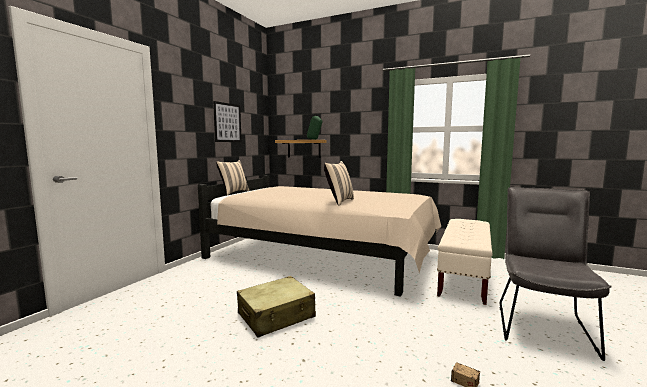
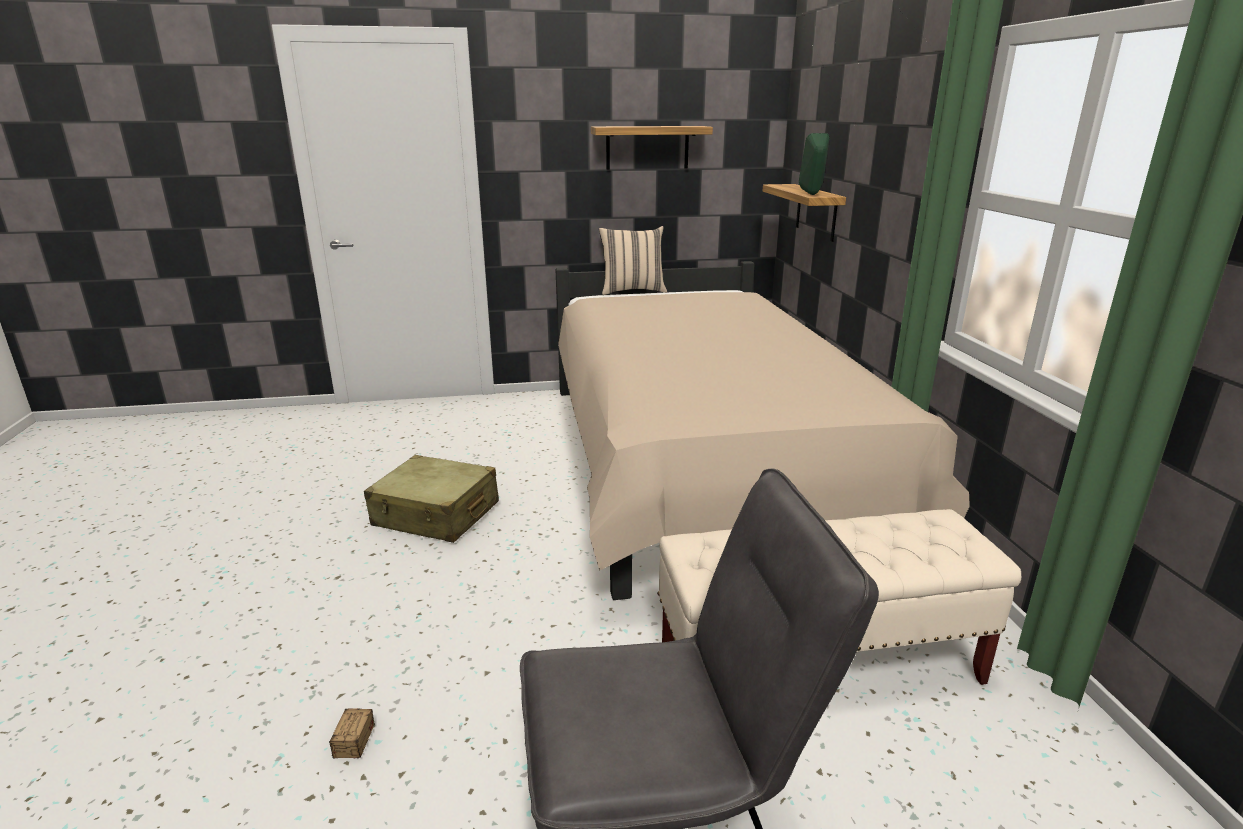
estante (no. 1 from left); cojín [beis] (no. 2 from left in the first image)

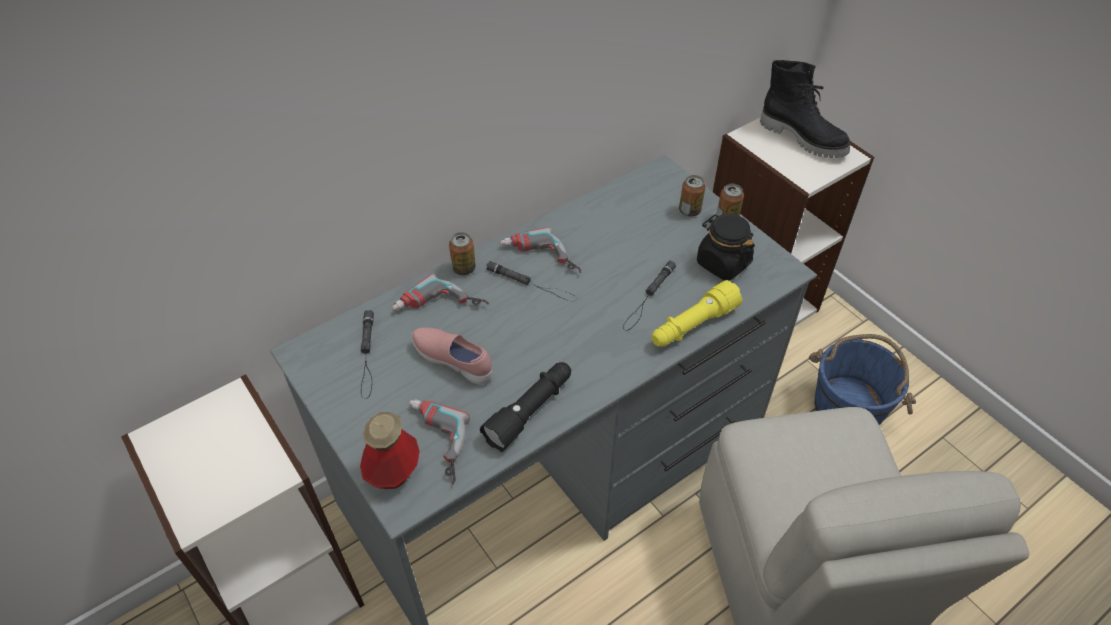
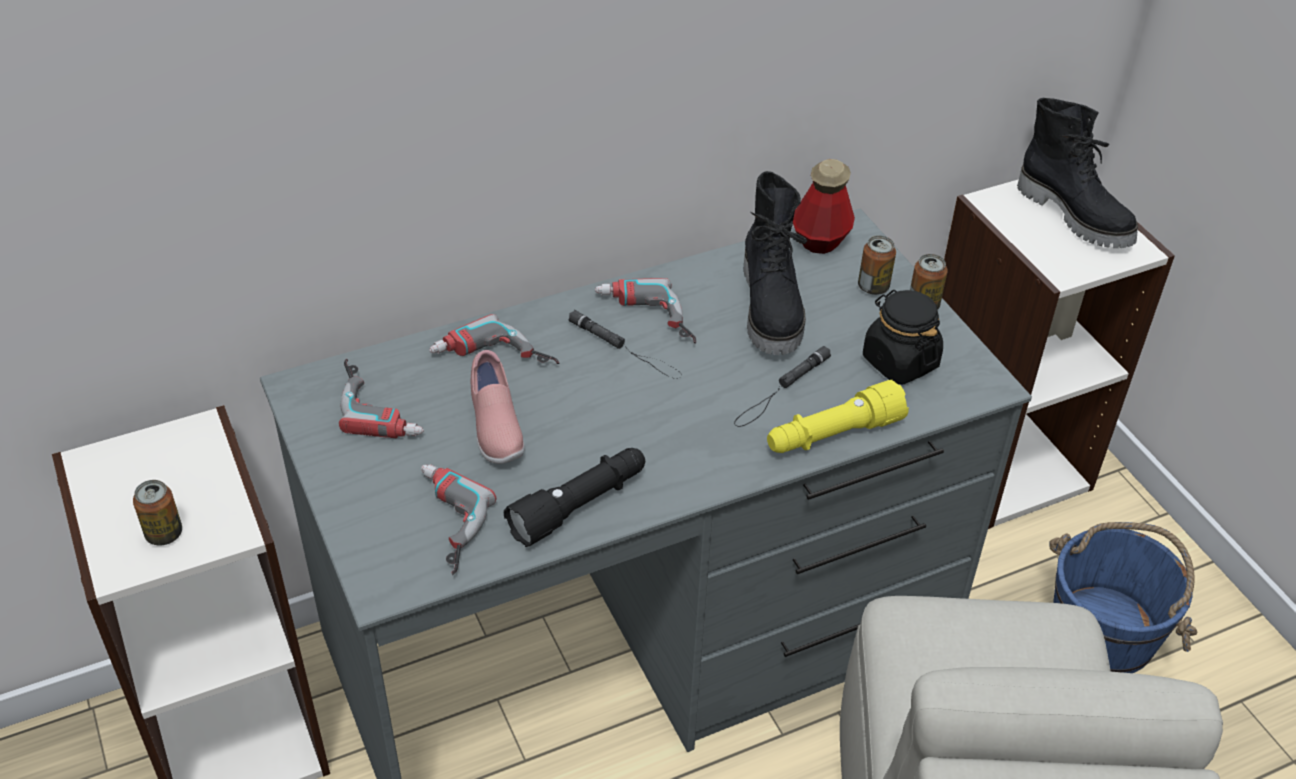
botella; taladro (no. 1 from left); zapato [rosa]; lata (no. 1 from left); bota [negro] (no. 1 from left)

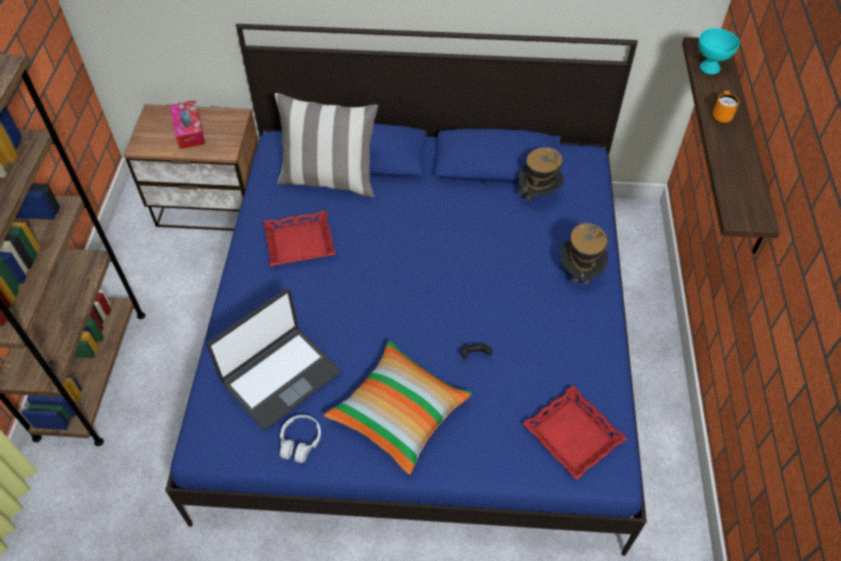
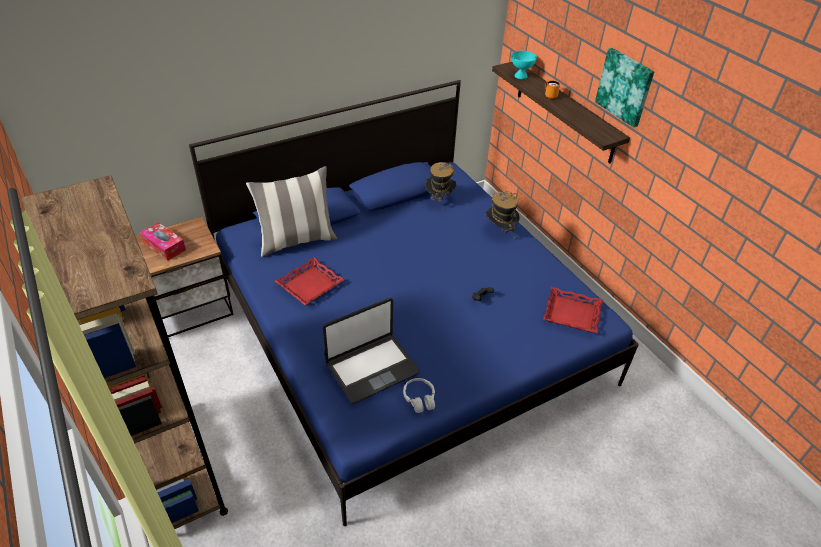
portátil; cojín (no. 2 from left in the first image); cuadro

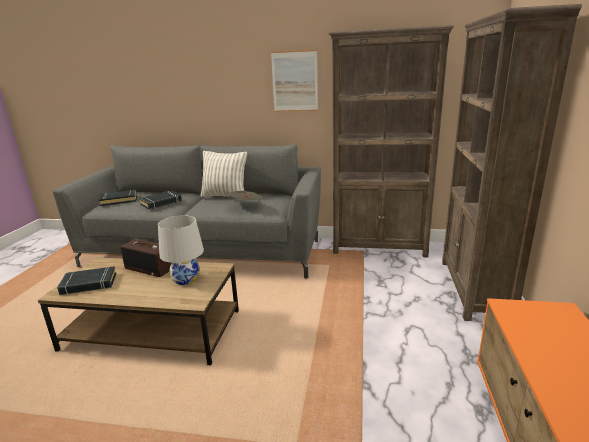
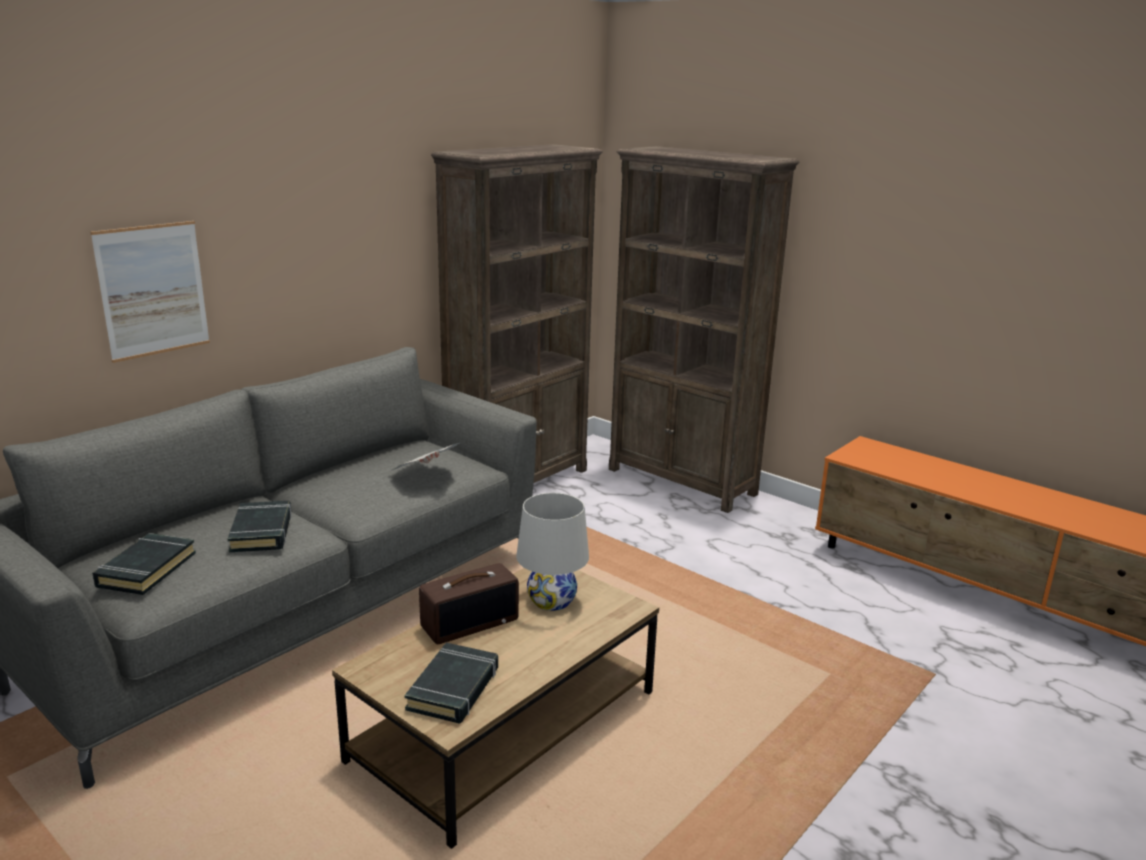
cojín; cuadro

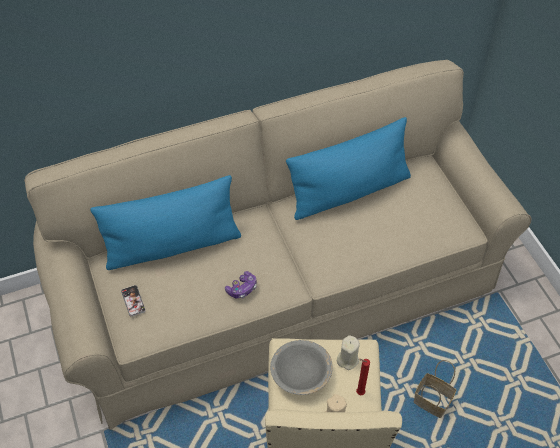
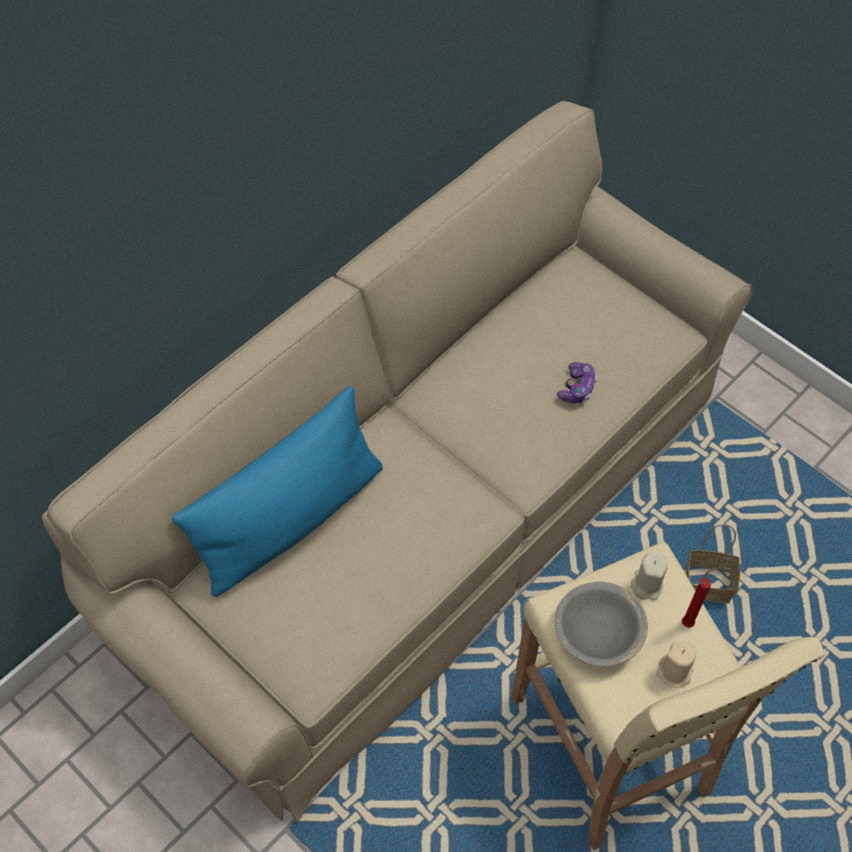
móvil; mando de consola; cojín [azul] (no. 2 from left in the first image)

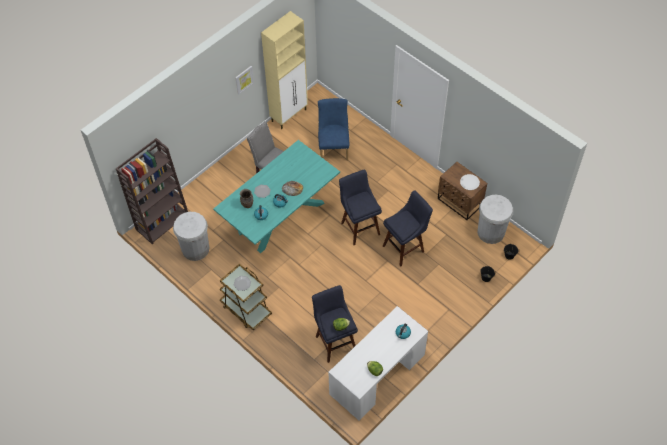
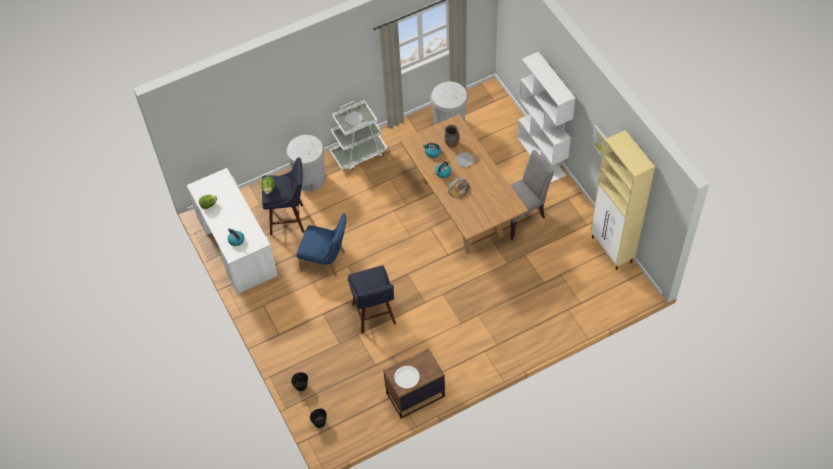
estantería [marrón]; mesa de comedor [marrón]; carrito [blanco]; silla [azul]; taburete [azul] (no. 2 from left in the first image); papelera [blanco] (no. 1 from left); estantería [blanco]

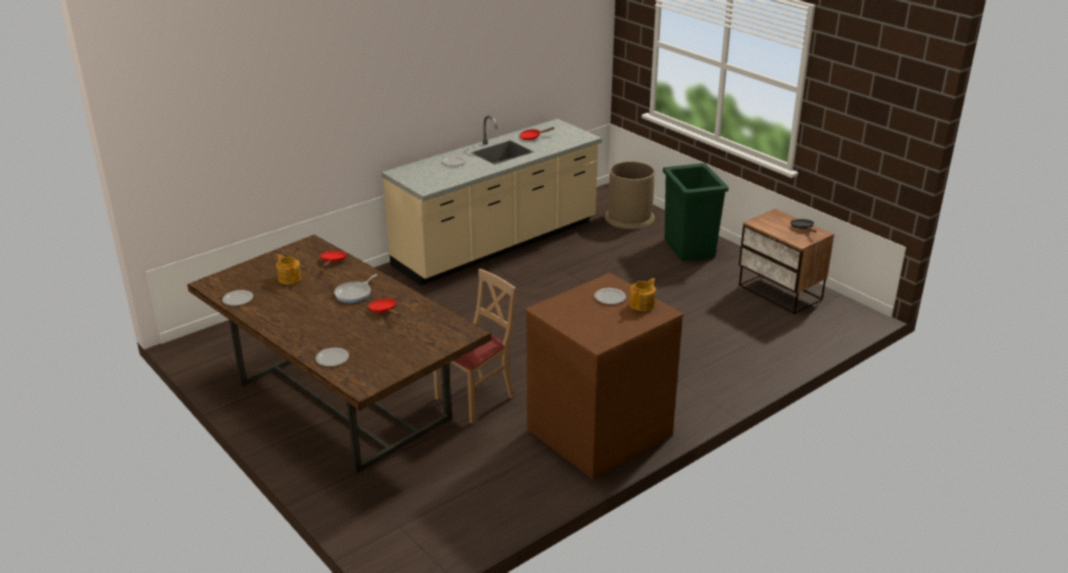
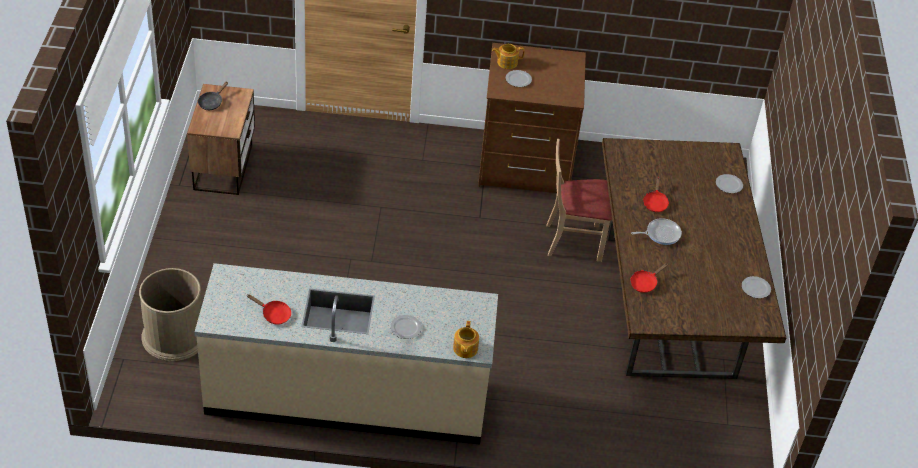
tetera (no. 1 from left); papelera [verde]

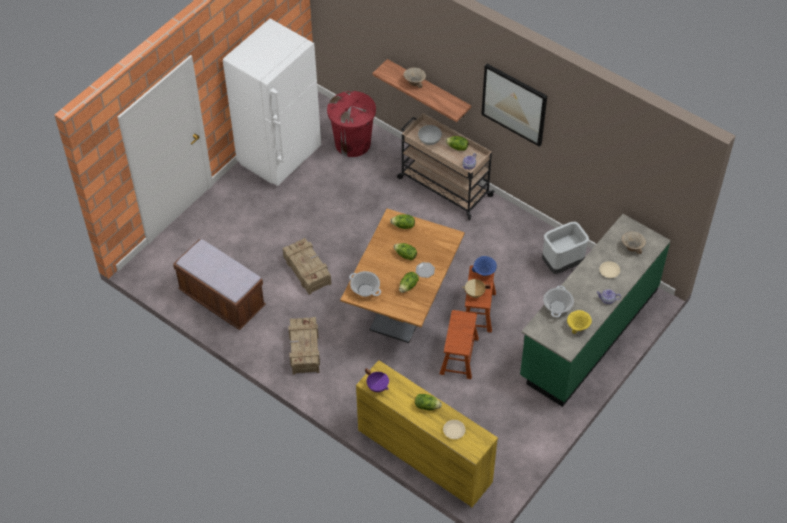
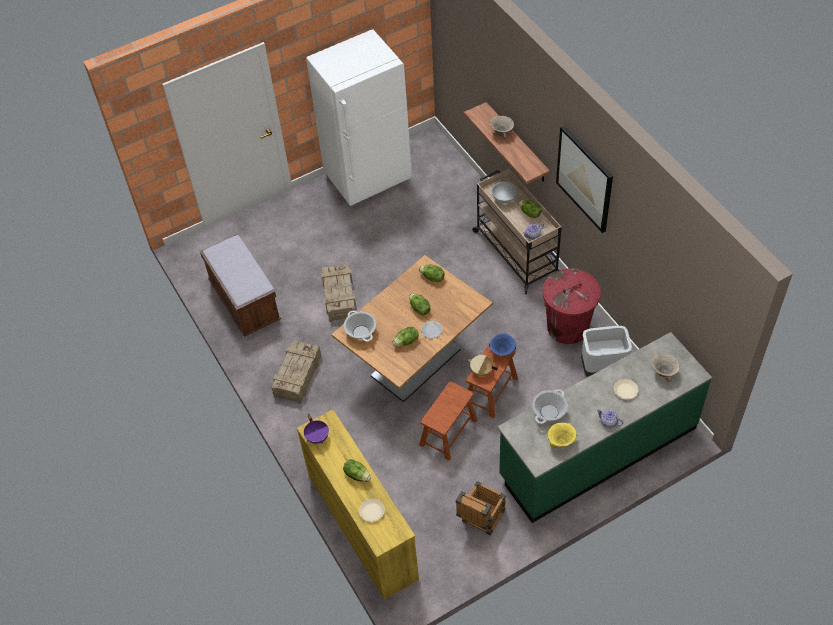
papelera [rojo]; caja de embalaje (no. 3 from left)

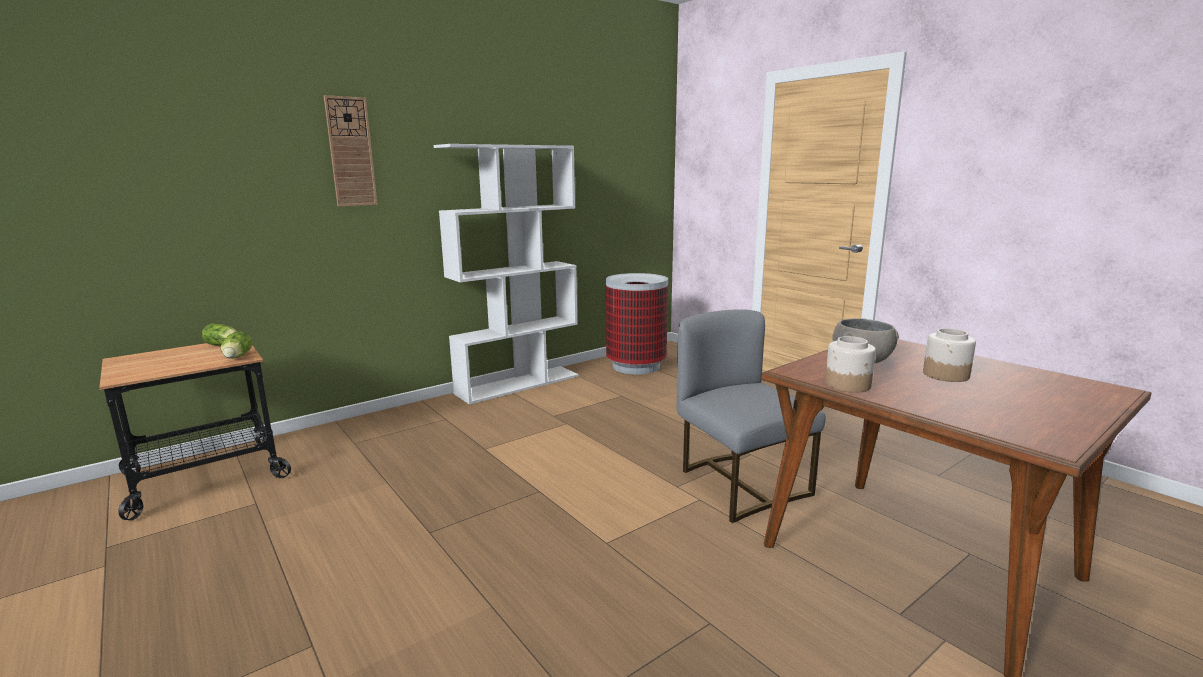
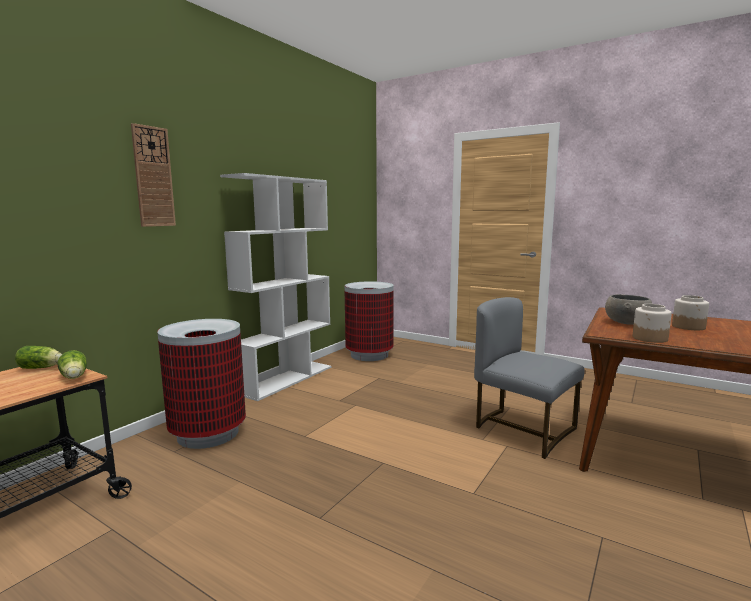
papelera (no. 1 from left)

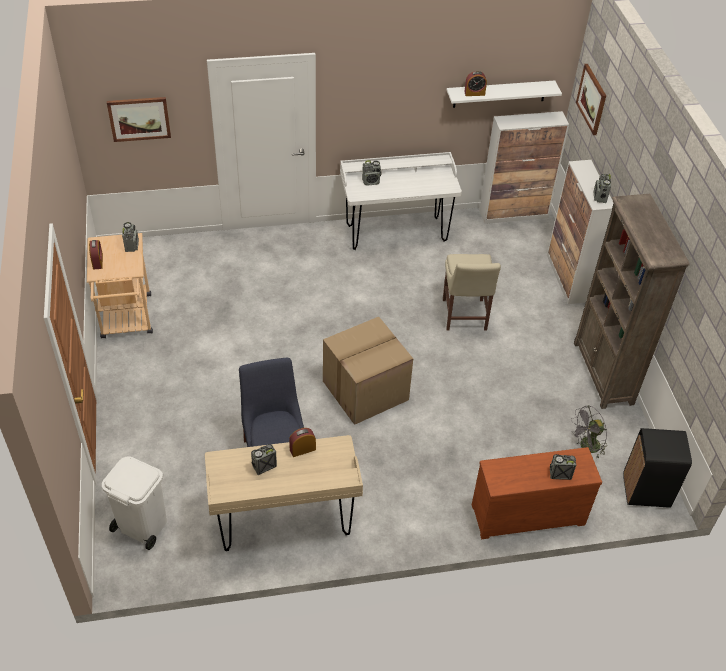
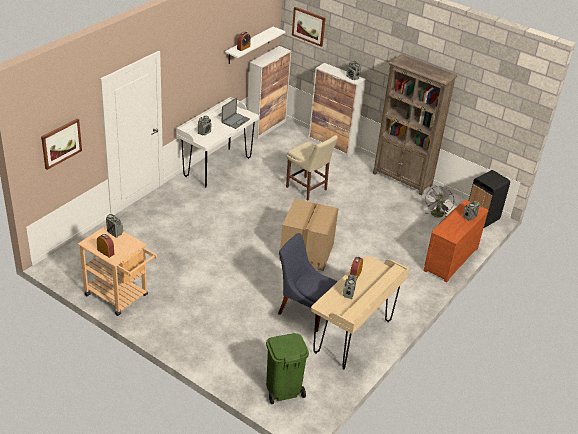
papelera [verde]; portátil

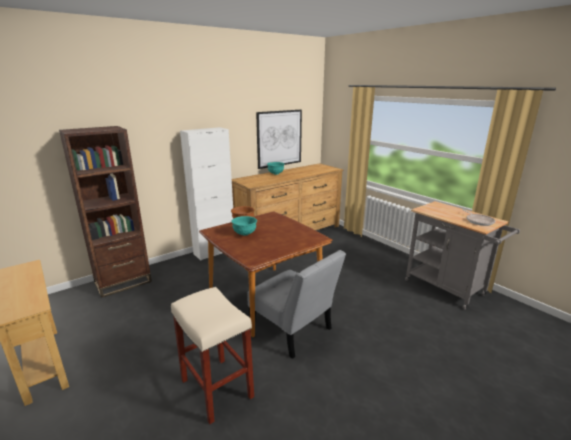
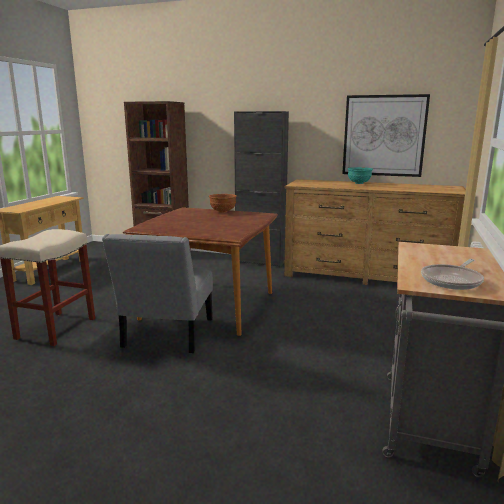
armario [negro]; cuenco [turquesa] (no. 1 from left in the first image)

